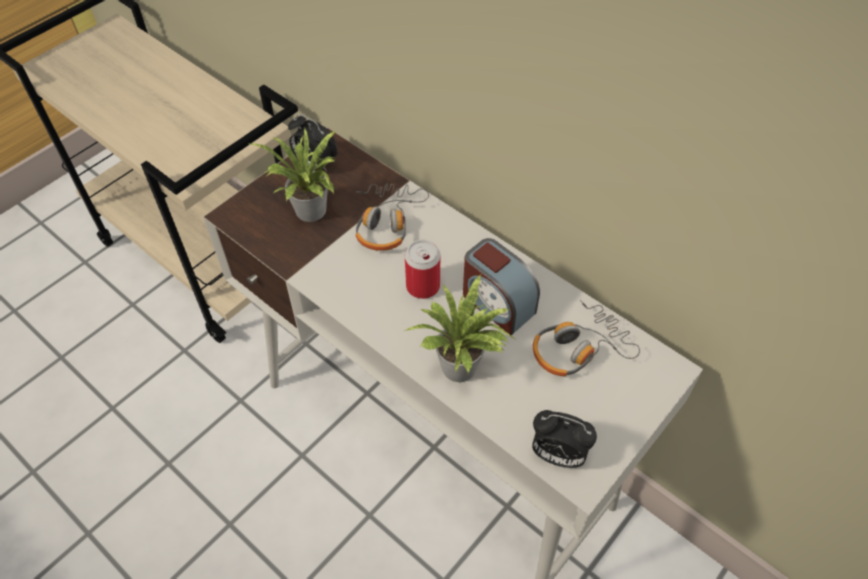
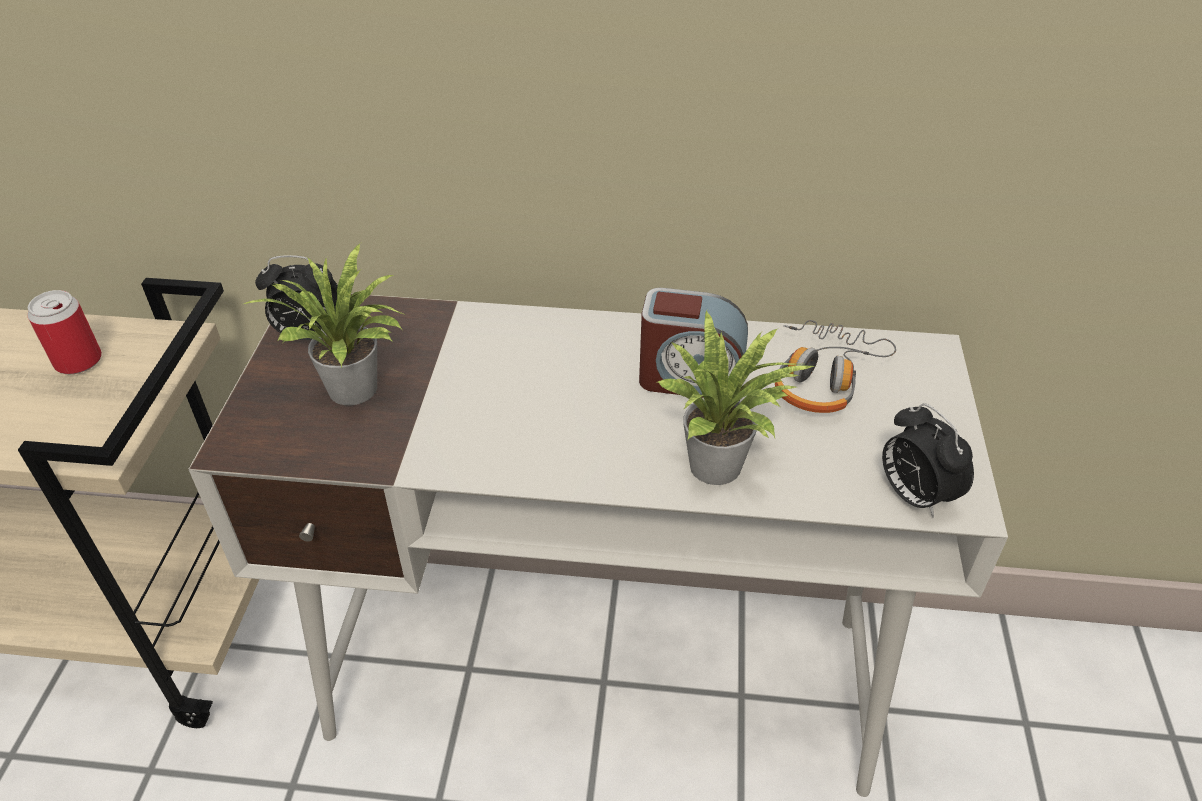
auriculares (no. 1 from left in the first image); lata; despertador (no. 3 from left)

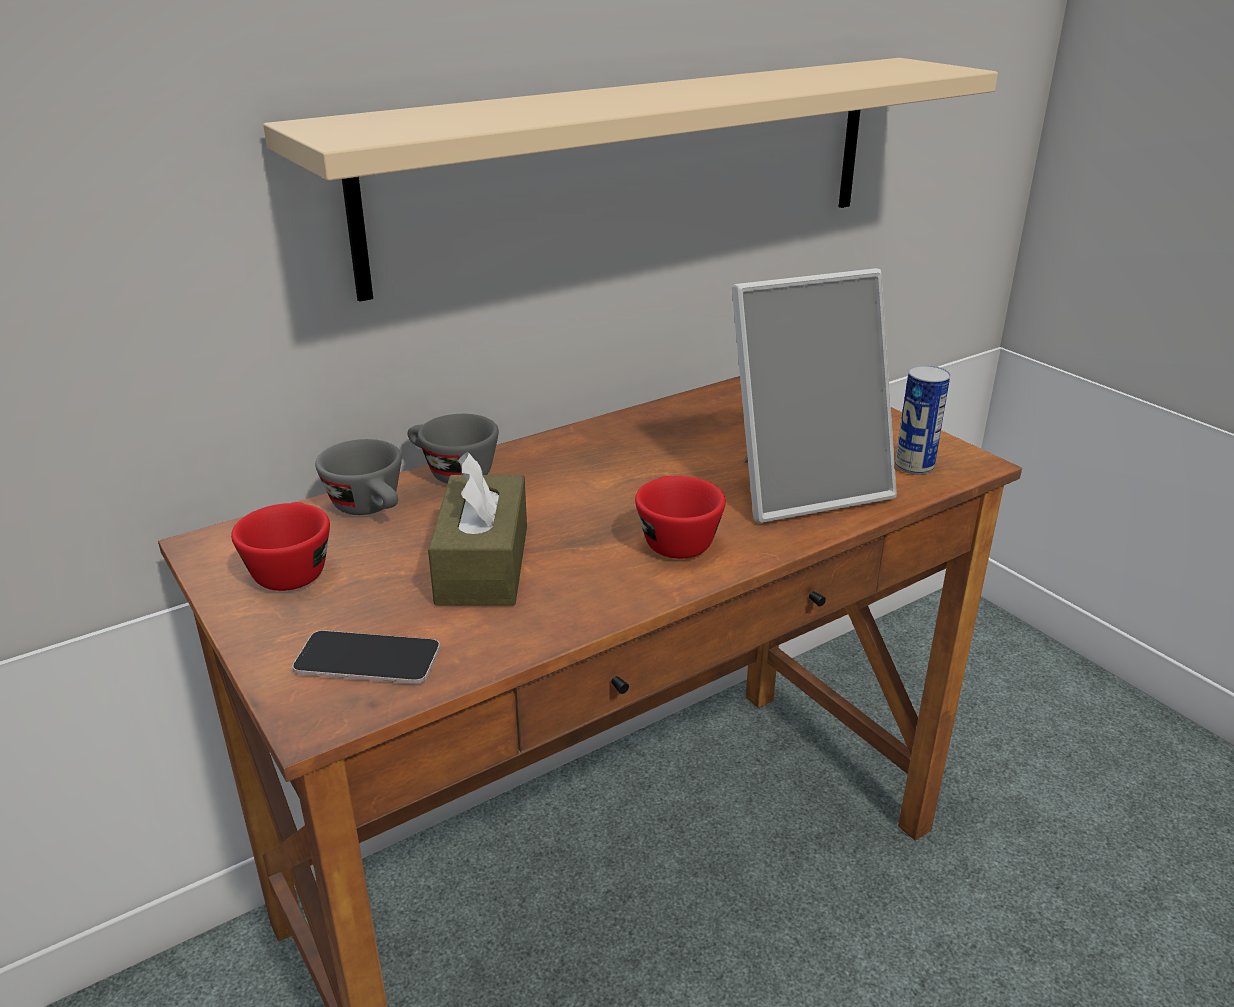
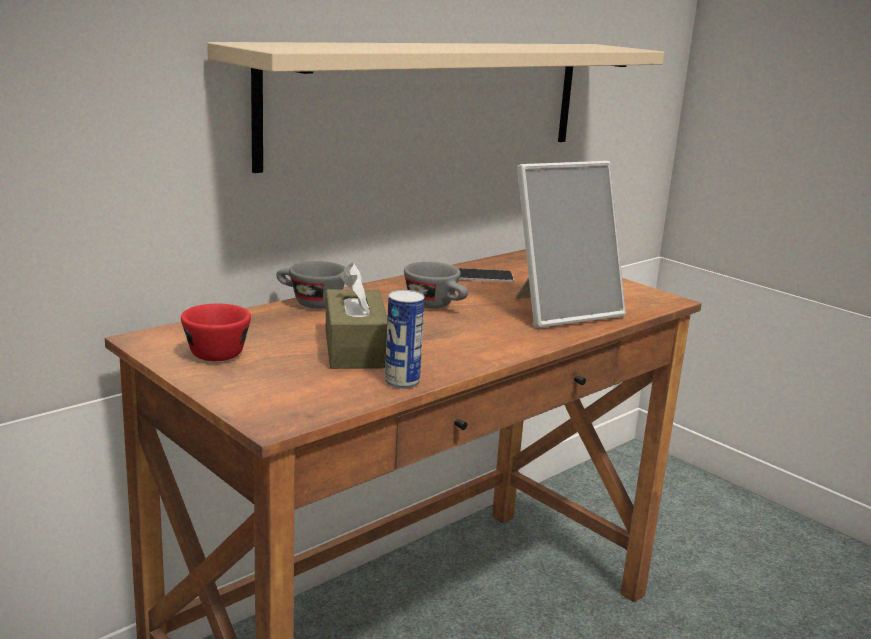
móvil; taza [gris] (no. 2 from left); taza [rojo] (no. 2 from left in the first image); lata

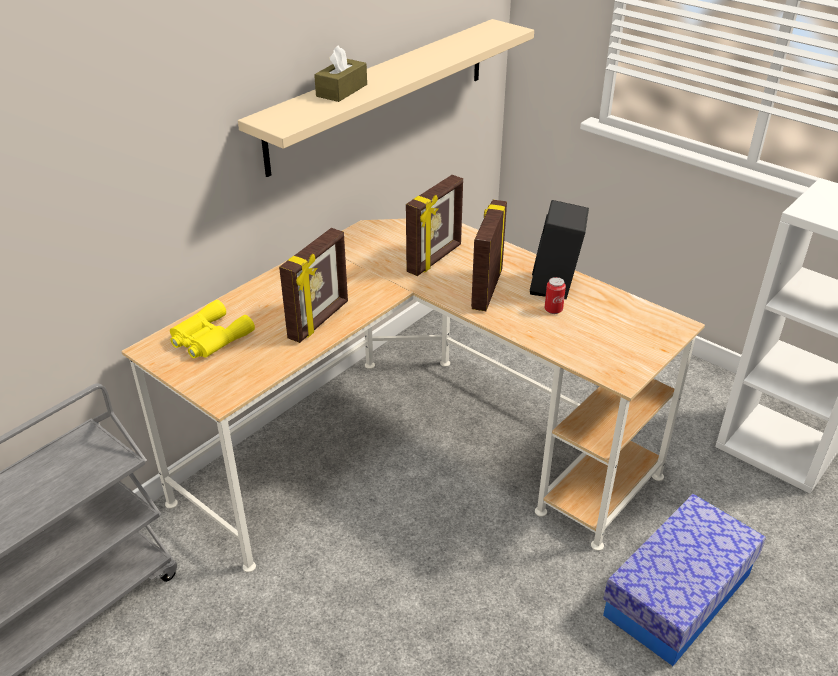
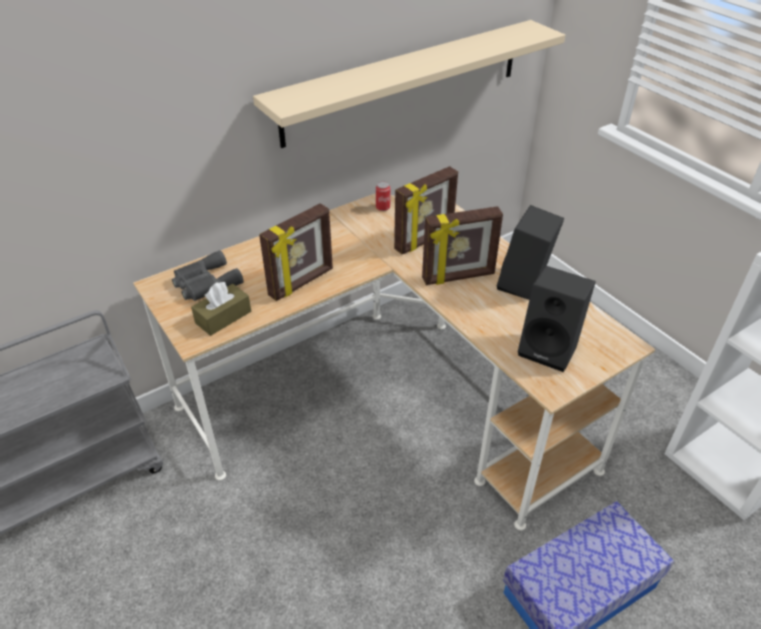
prismáticos [gris]; caja de pañuelos [marrón]; portarretratos (no. 3 from left); lata; altavoz [negro] (no. 2 from left)

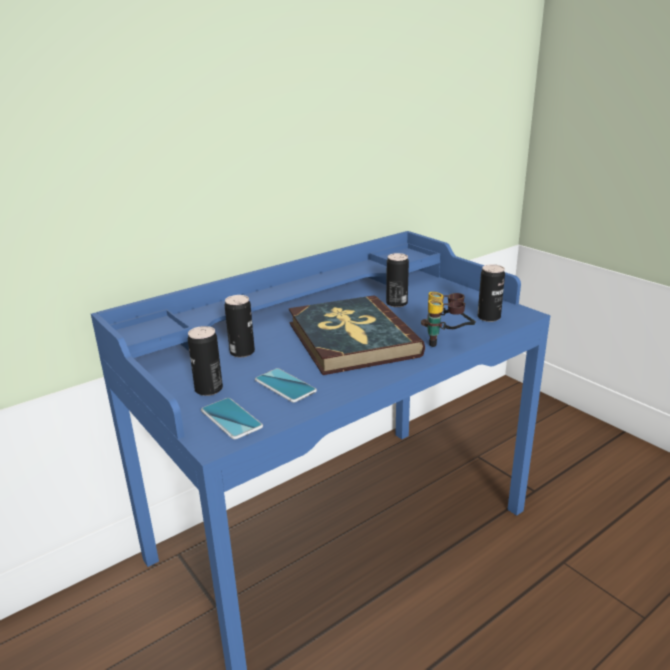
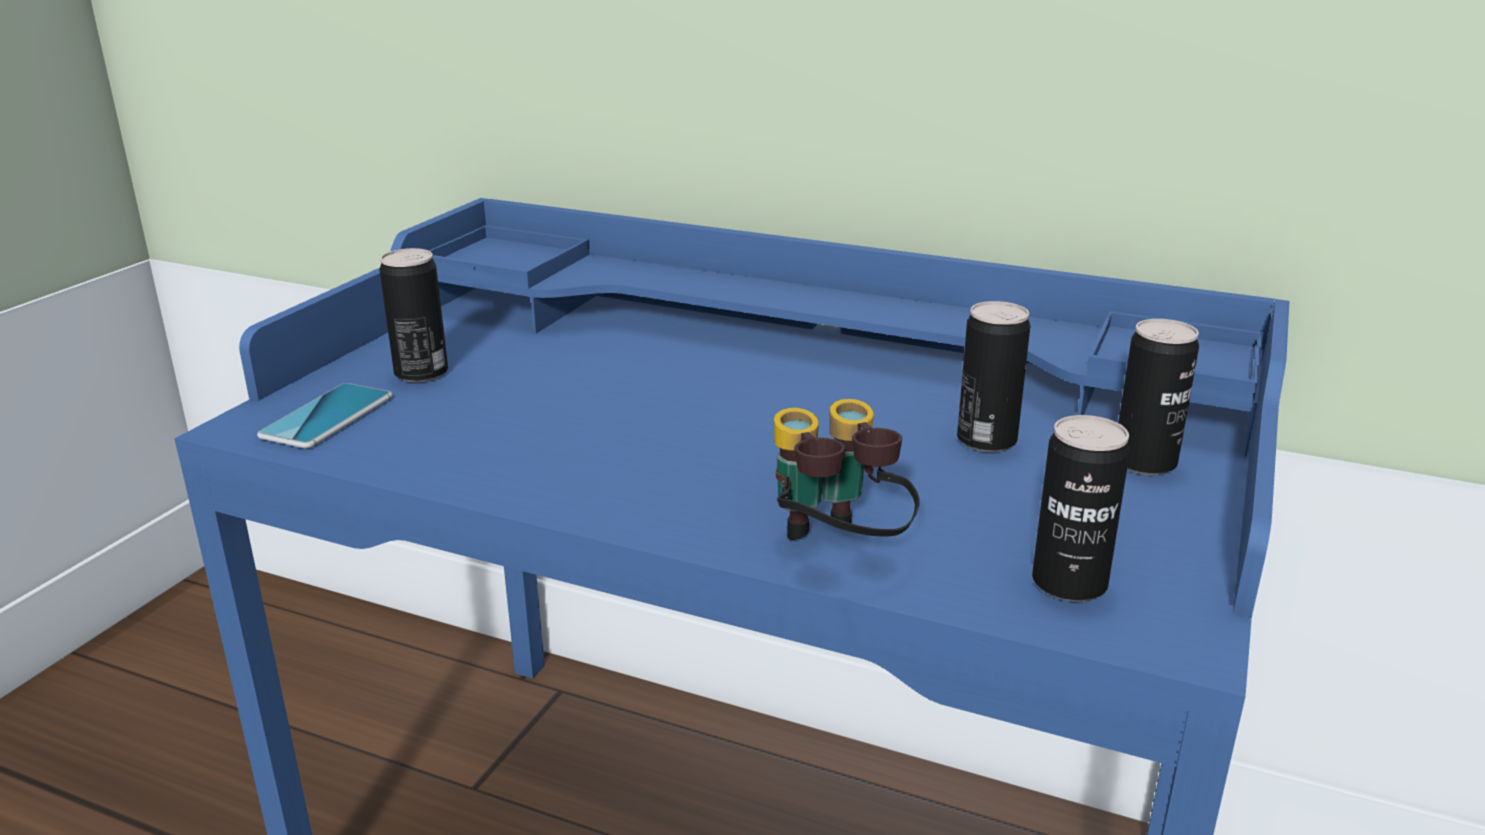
lata (no. 4 from left); móvil (no. 2 from left in the first image); libro

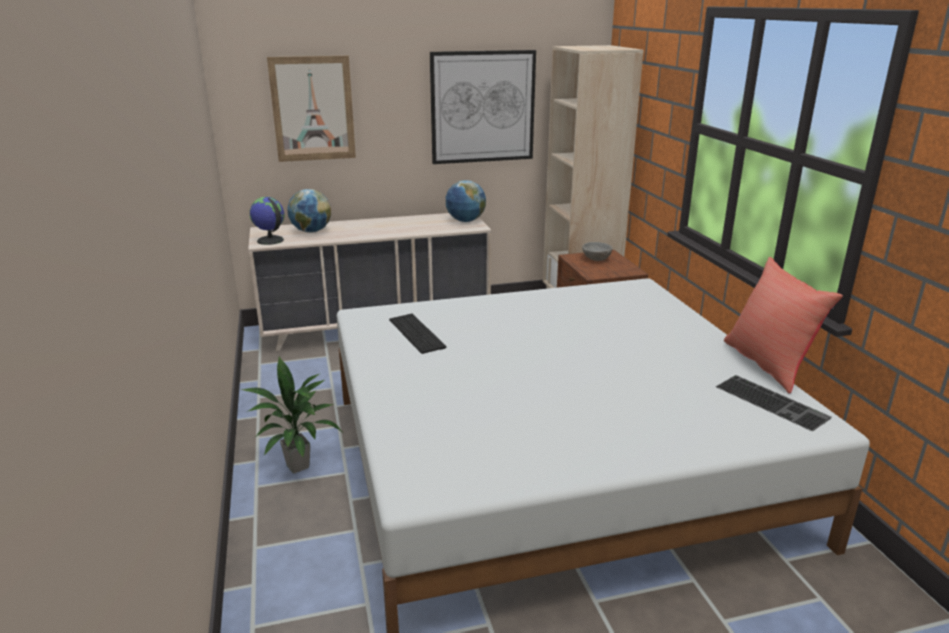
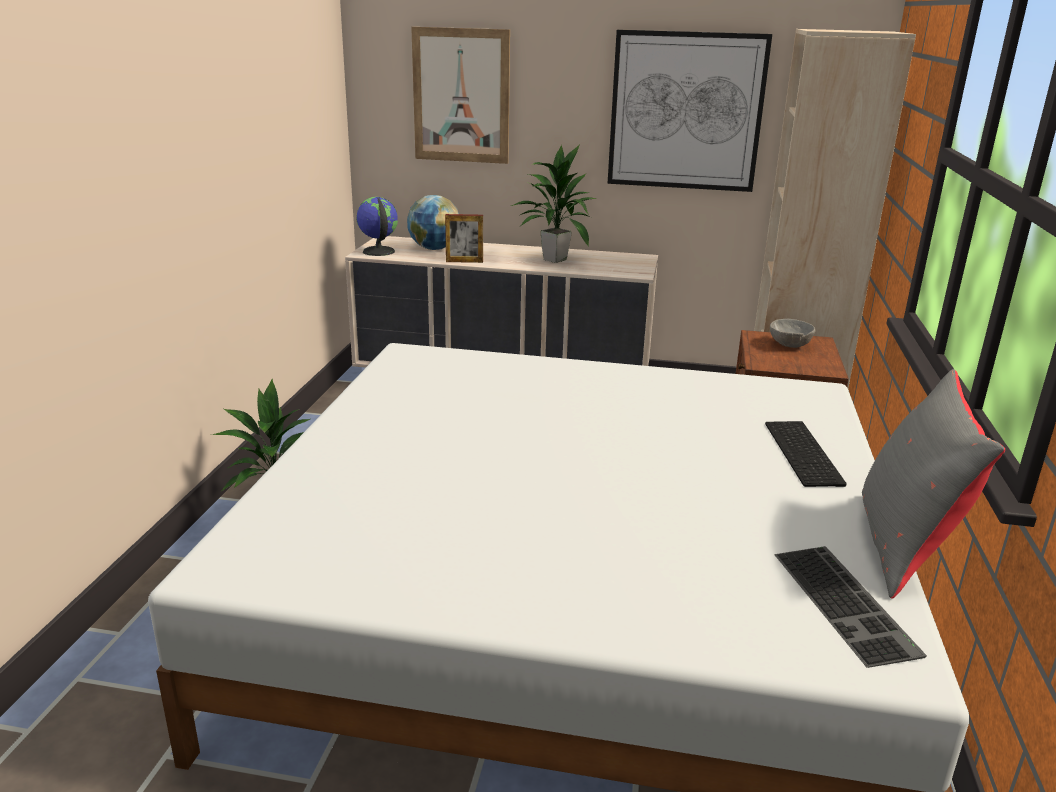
teclado (no. 1 from left); globo terráqueo (no. 3 from left in the first image); cojín [gris]; portarretratos; planta en maceta (no. 2 from left)

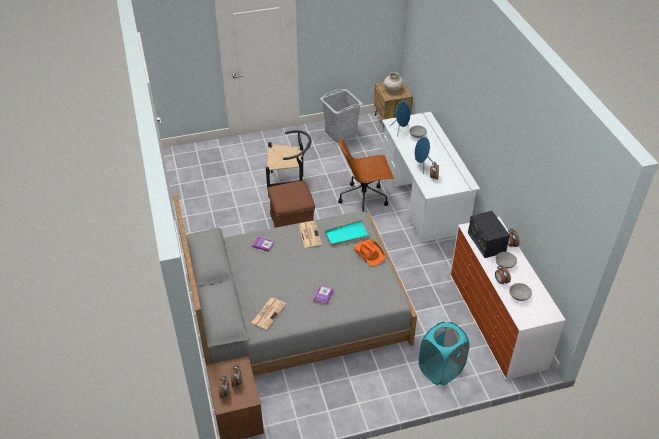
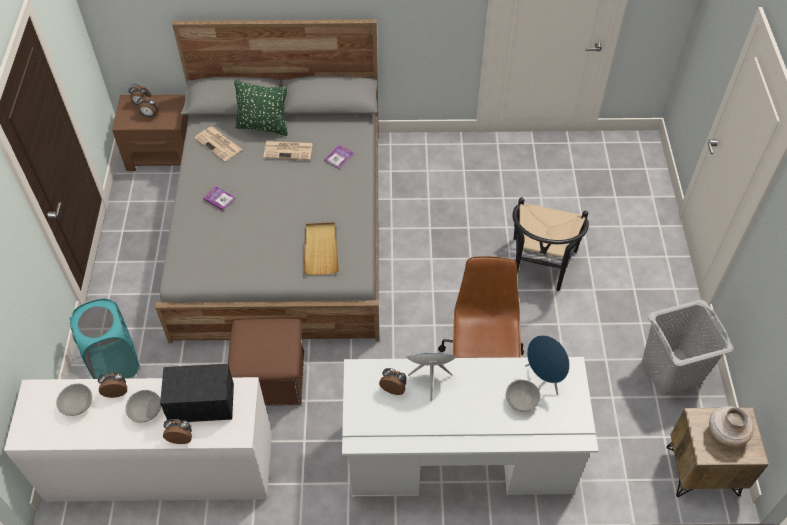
puf [marrón]; periódico (no. 2 from left); bandeja [beis]; sombrero [naranja]; cojín [verde]

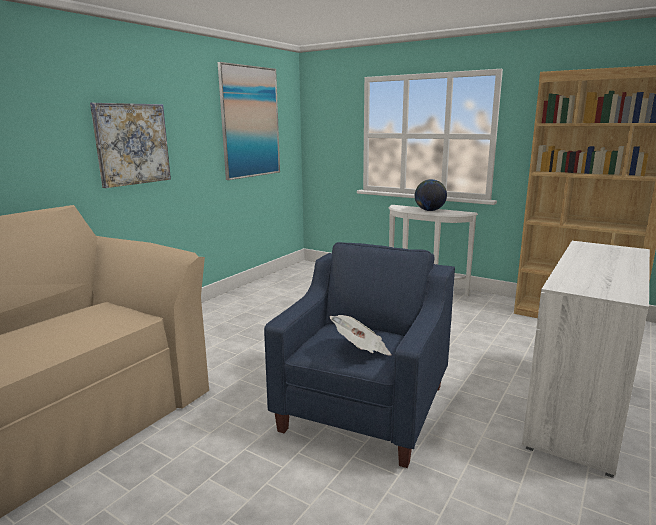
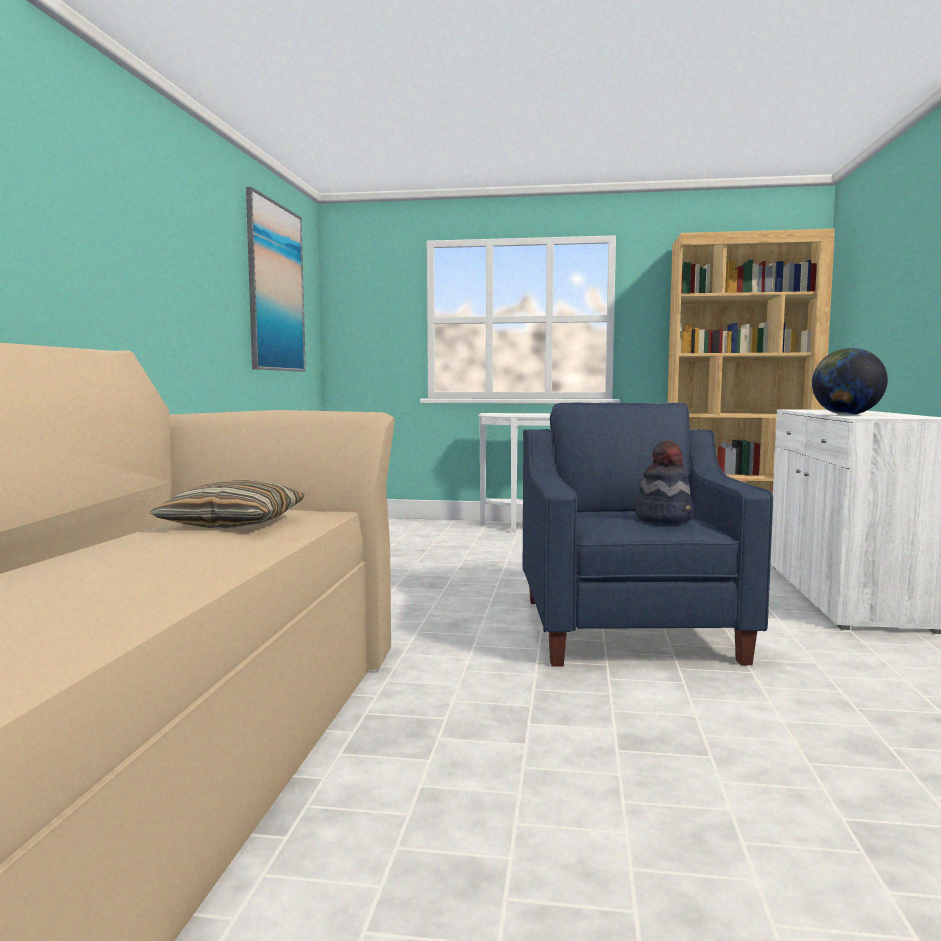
cuadro (no. 1 from left in the first image); sombrero; globo terráqueo; cojín

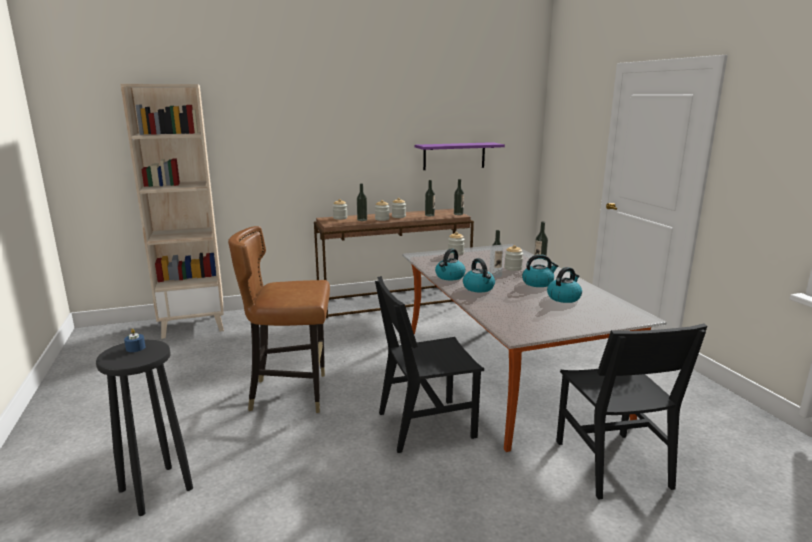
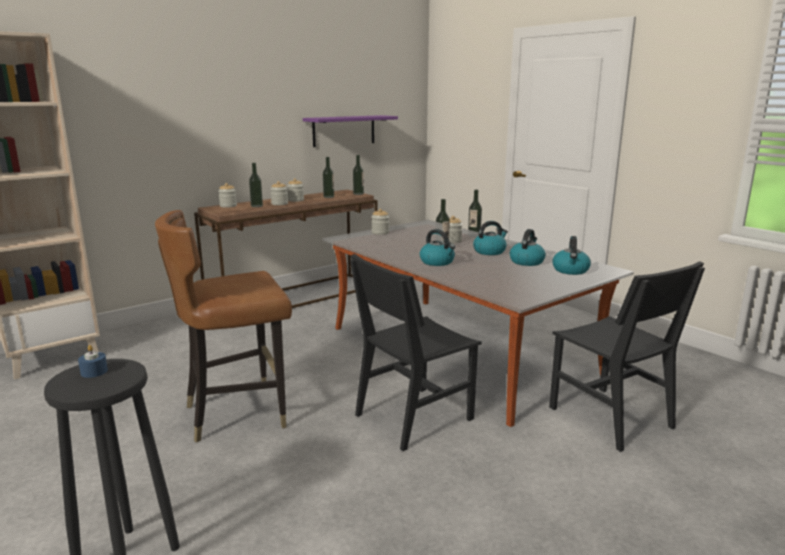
hervidor (no. 4 from left)

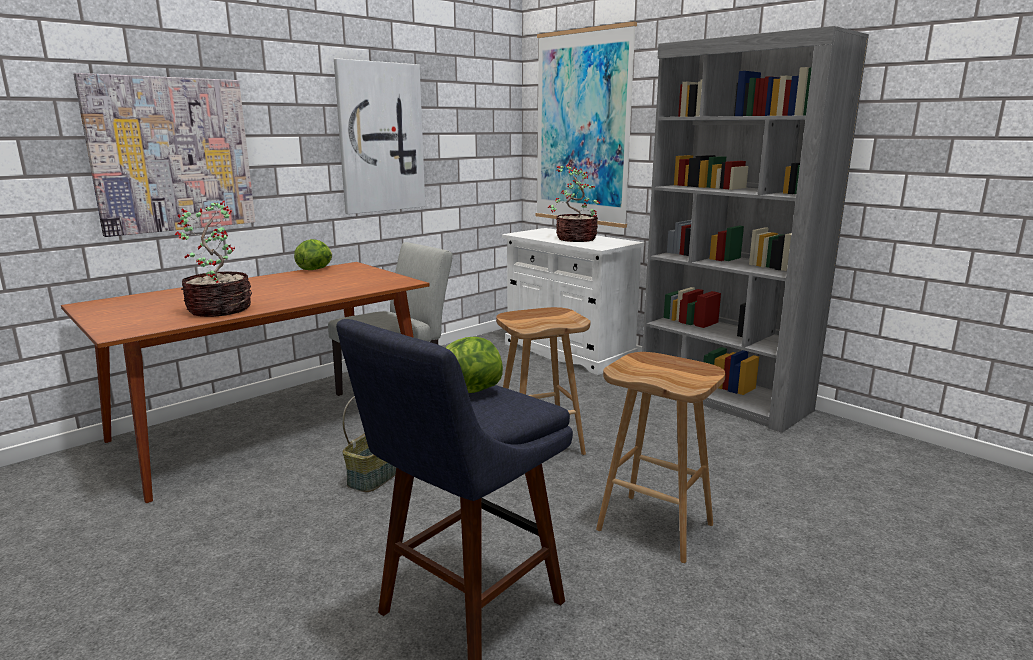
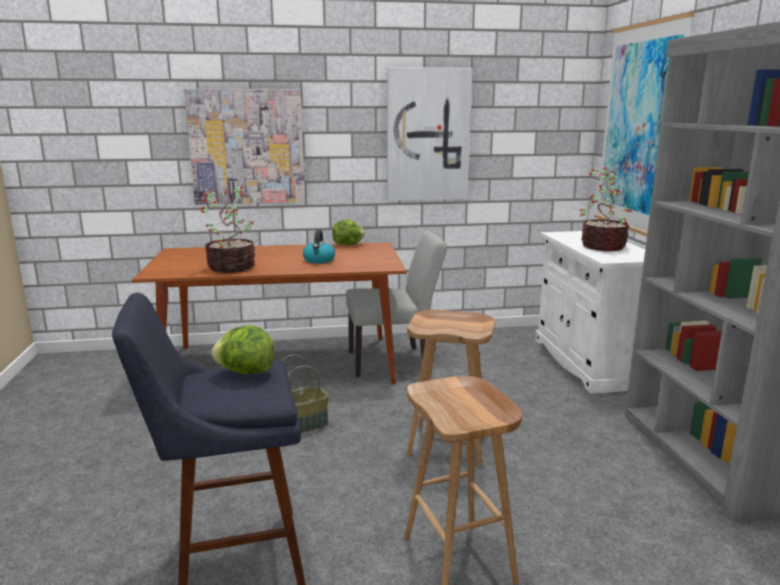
hervidor

